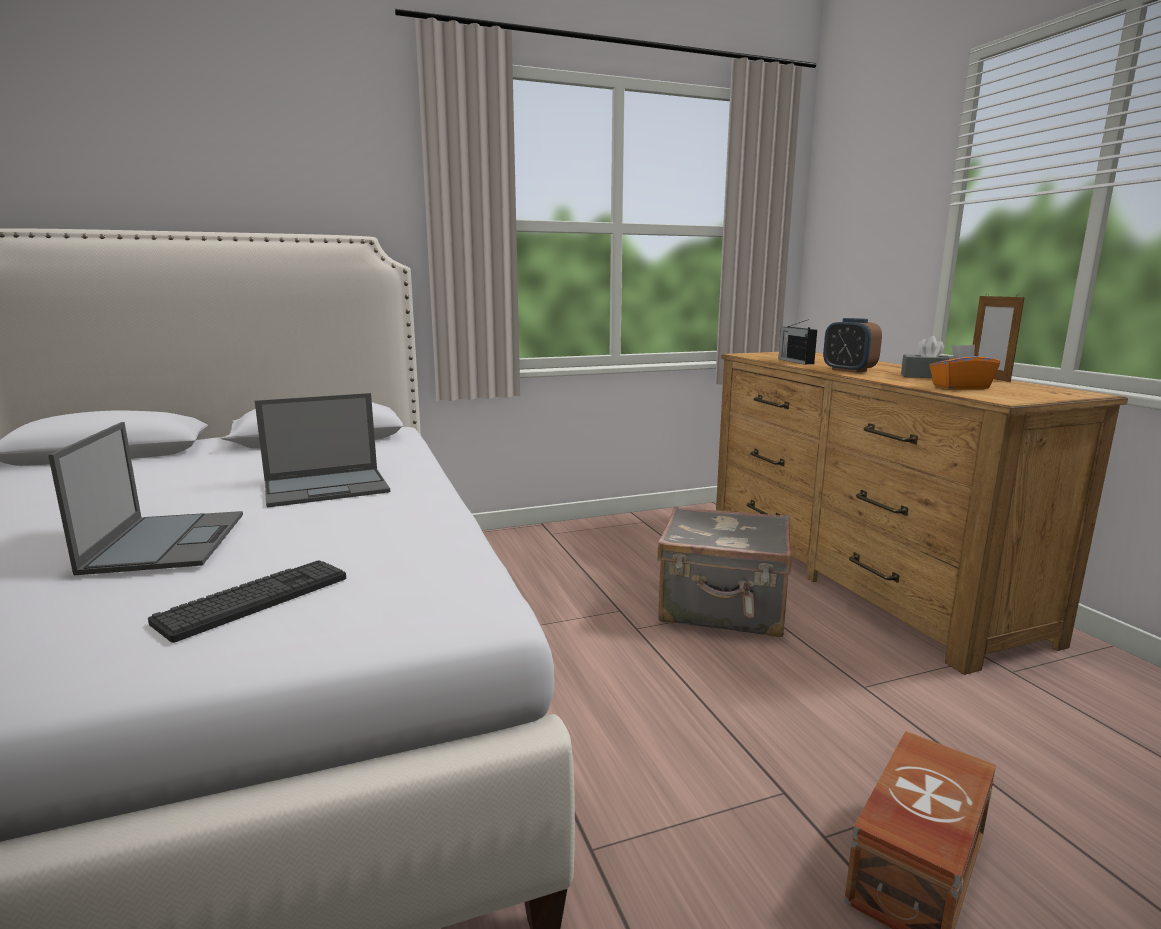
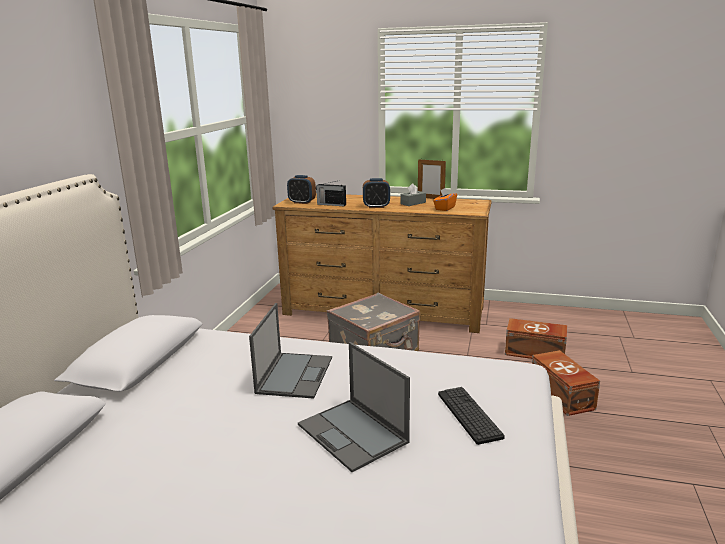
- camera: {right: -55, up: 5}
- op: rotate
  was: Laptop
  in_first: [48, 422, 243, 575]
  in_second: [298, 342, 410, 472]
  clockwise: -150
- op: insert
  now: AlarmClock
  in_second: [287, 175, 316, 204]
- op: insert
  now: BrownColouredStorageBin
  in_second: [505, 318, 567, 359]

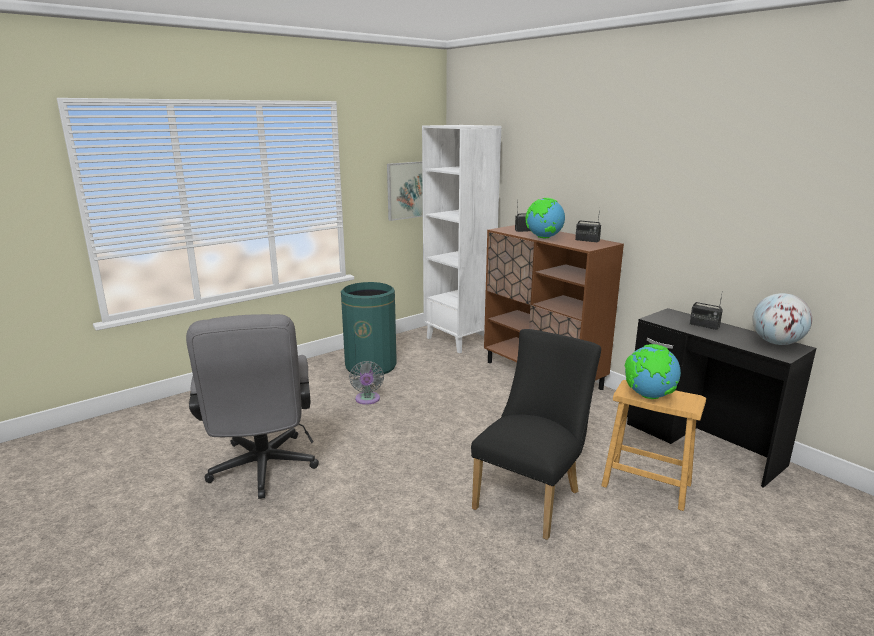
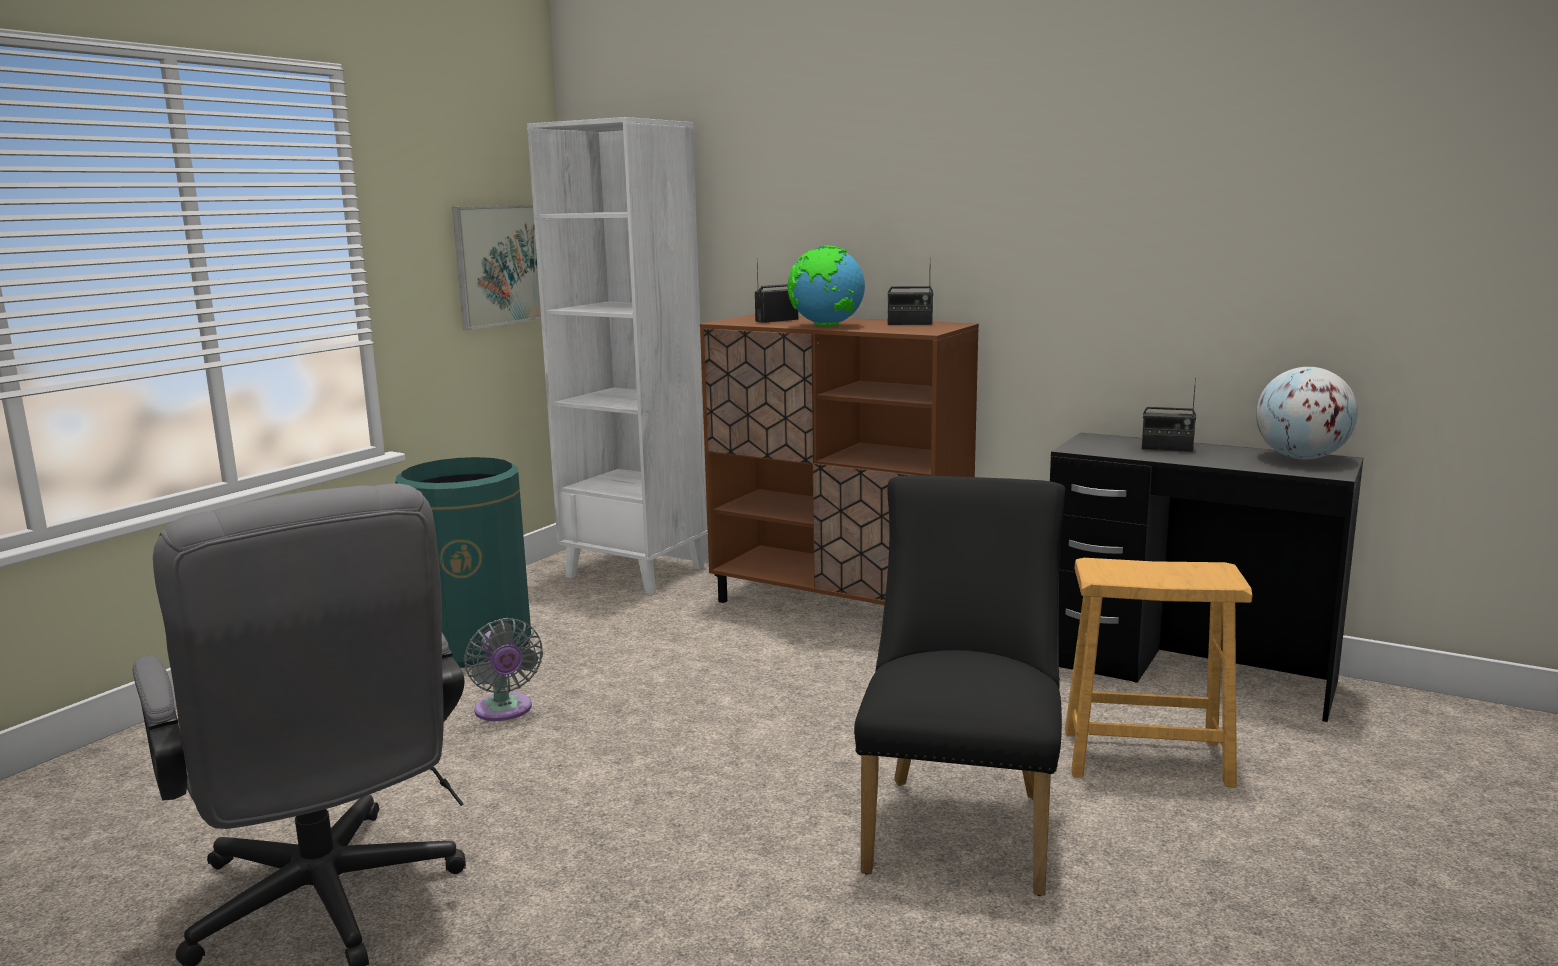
- camera: {right: -20, up: -5}
- op: delete
  was: WorldGlobe
  in_first: [625, 344, 681, 399]

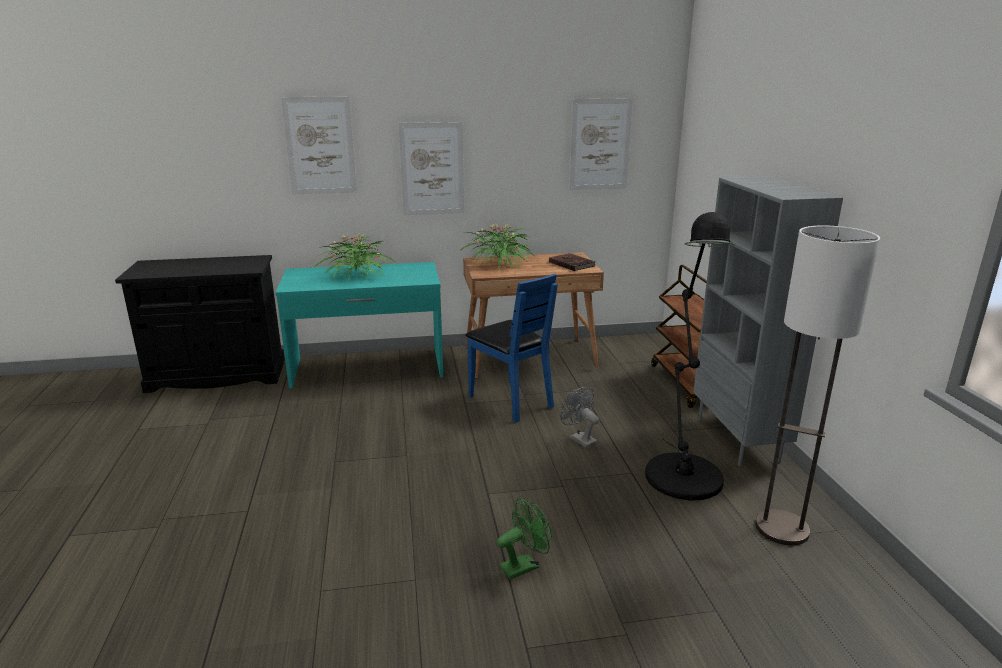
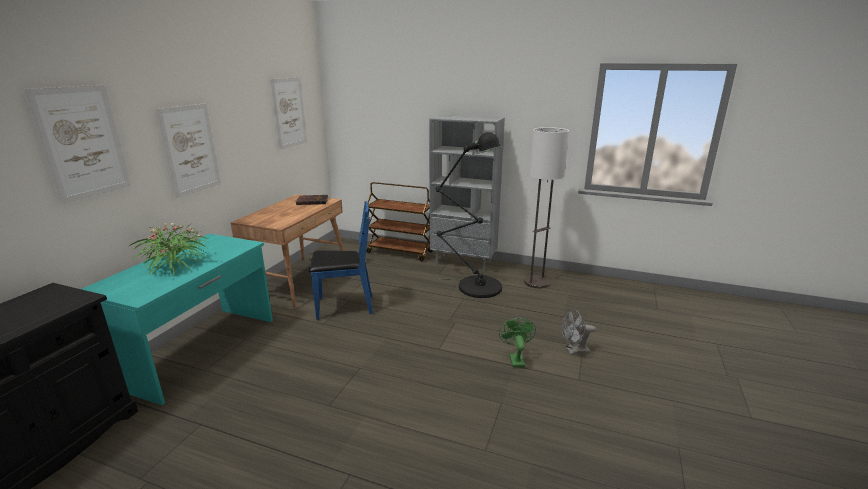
- camera: {right: -60, up: 0}
- op: delete
  was: PottedPlant
  in_first: [461, 224, 535, 269]
- op: move
  was: GreyishCoolingFan
  in_first: [560, 387, 600, 448]
  in_second: [562, 309, 596, 355]

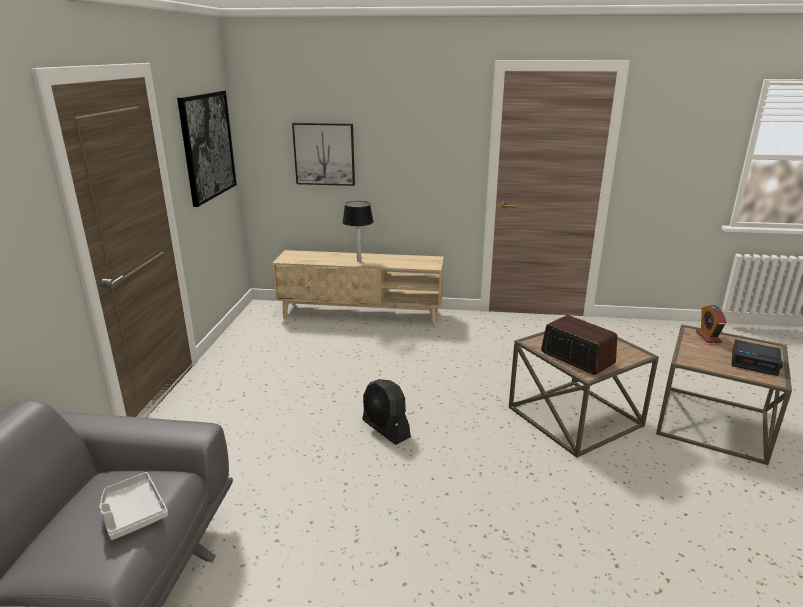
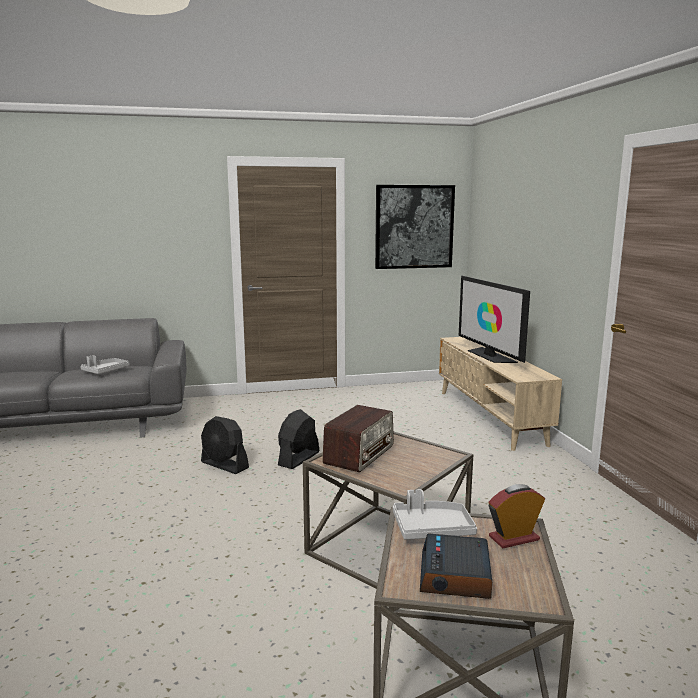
- camera: {right: 70, up: -10}
- op: delete
  was: WallArt
  in_first: [292, 123, 355, 186]
- op: replace
  was: LampForATable
  now: Television
  in_first: [342, 201, 374, 262]
  in_second: [459, 276, 530, 363]
- op: insert
  now: BlackCoolingFan
  in_second: [201, 416, 249, 474]
- op: insert
  now: GreyishCarryingTray
  in_second: [393, 489, 477, 540]

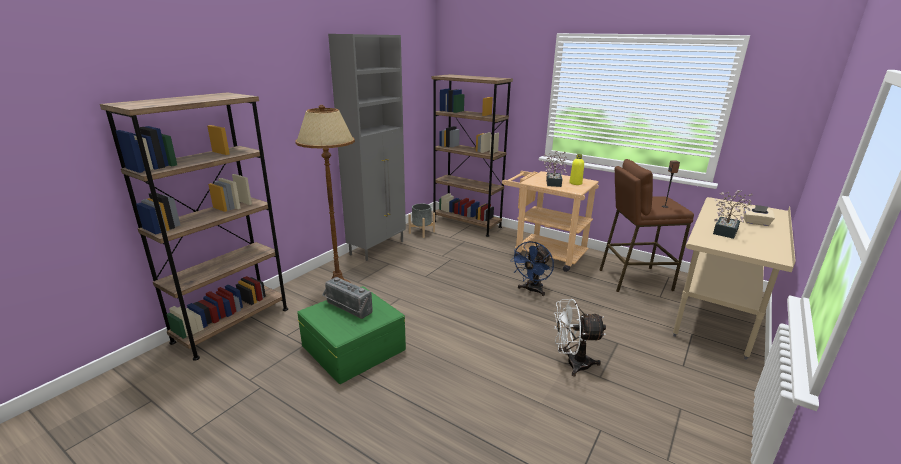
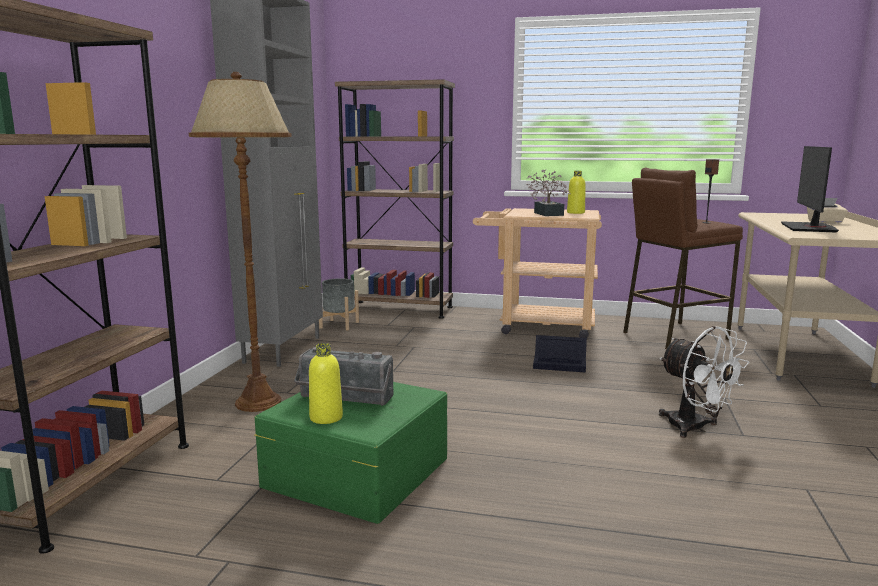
- camera: {right: -20, up: -10}
- op: replace
  was: BlueColouredCoolingFan
  now: BlackStorageBin
  in_first: [510, 241, 554, 296]
  in_second: [533, 335, 587, 373]
- op: rotate
  was: WhitishCoolingFan
  in_first: [554, 299, 606, 377]
  in_second: [659, 326, 750, 438]
  clockwise: -105
- op: replace
  was: PottedPlant
  now: ComputerScreen
  in_first: [713, 190, 753, 239]
  in_second: [781, 146, 839, 233]
- op: insert
  now: YellowishBeverageBottle
  in_second: [309, 343, 343, 424]

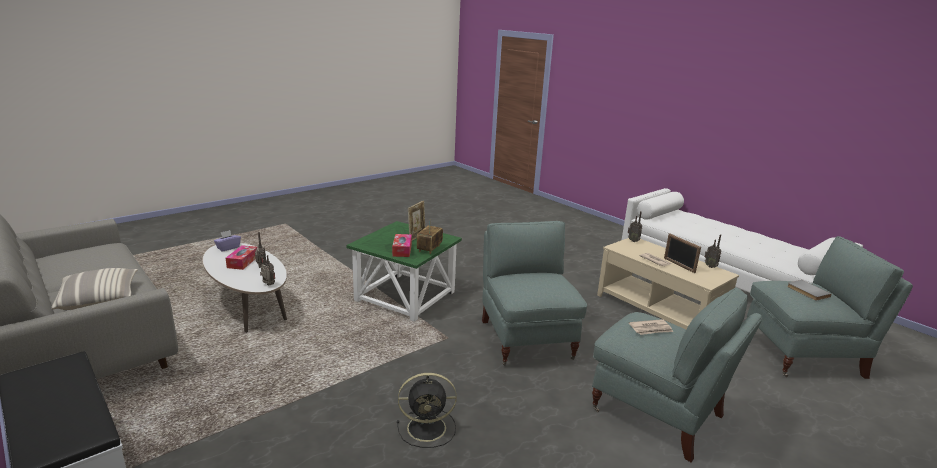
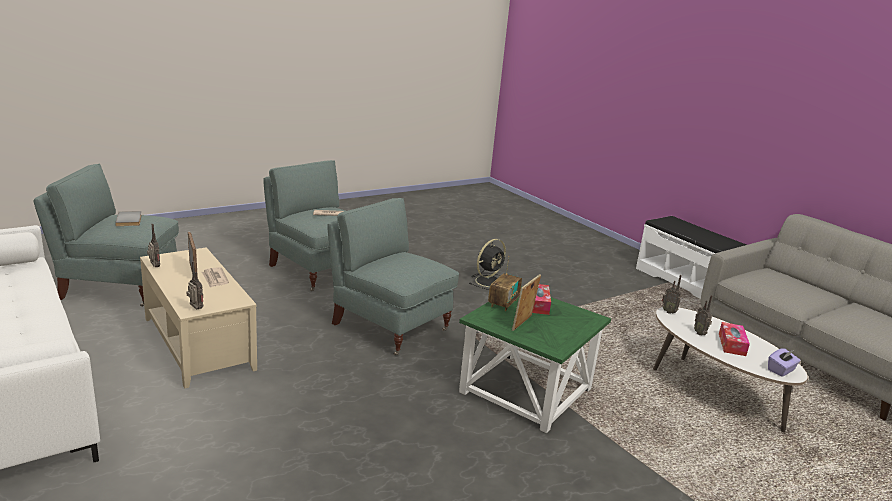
- camera: {right: -175, up: 0}
- op: delete
  was: Cushion
  in_first: [51, 268, 138, 310]
- op: rotate
  was: BlackCoolingFan
  in_first: [397, 373, 457, 448]
  in_second: [469, 239, 506, 290]
  clockwise: 135
- op: rotate
  was: GreyishArmchair
  in_first: [482, 221, 587, 365]
  in_second: [327, 198, 459, 355]
  clockwise: 135

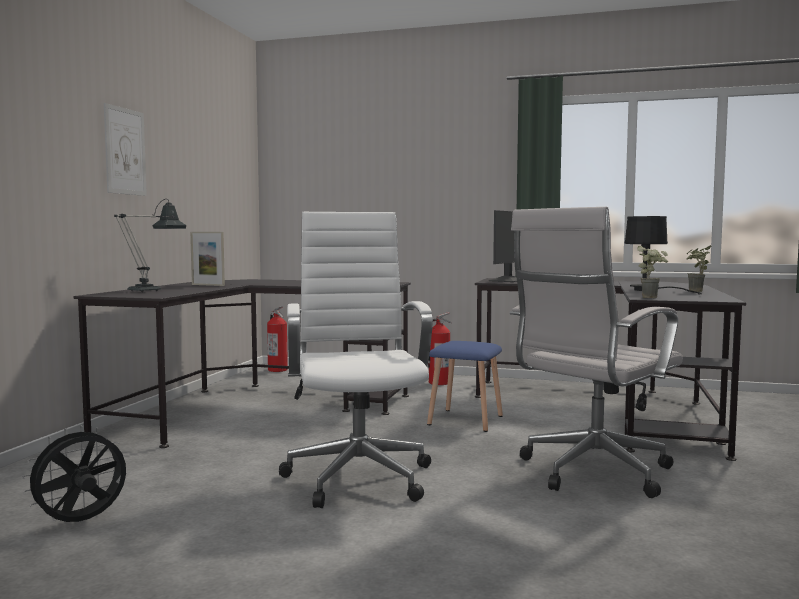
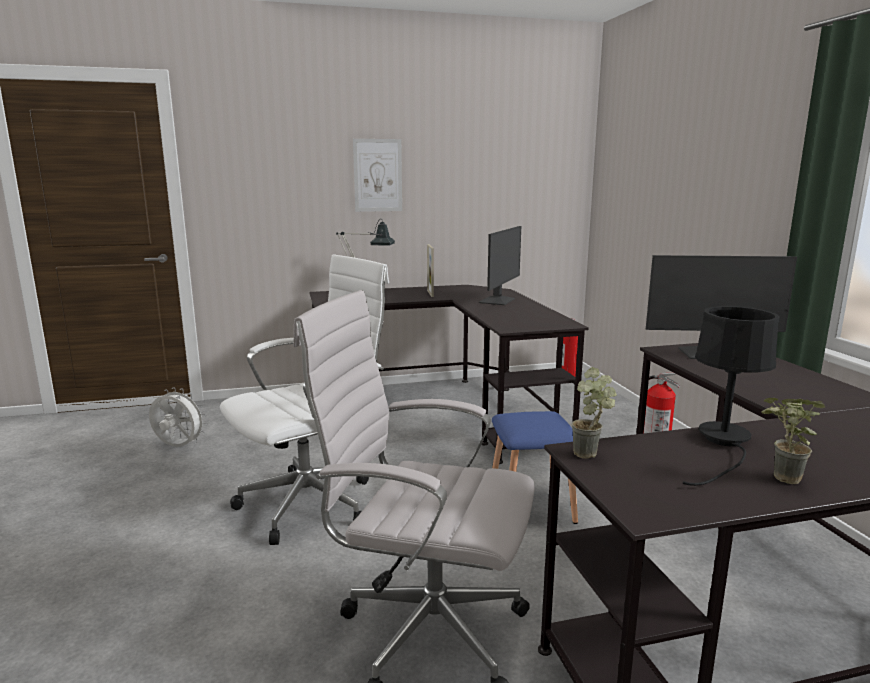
- camera: {right: 60, up: 10}
- op: recolor
  was: BlackCoolingFan
  now: WhitishCoolingFan
  in_first: [22, 425, 126, 522]
  in_second: [149, 387, 207, 447]
- op: insert
  now: ComputerScreen
  in_second: [479, 226, 521, 305]

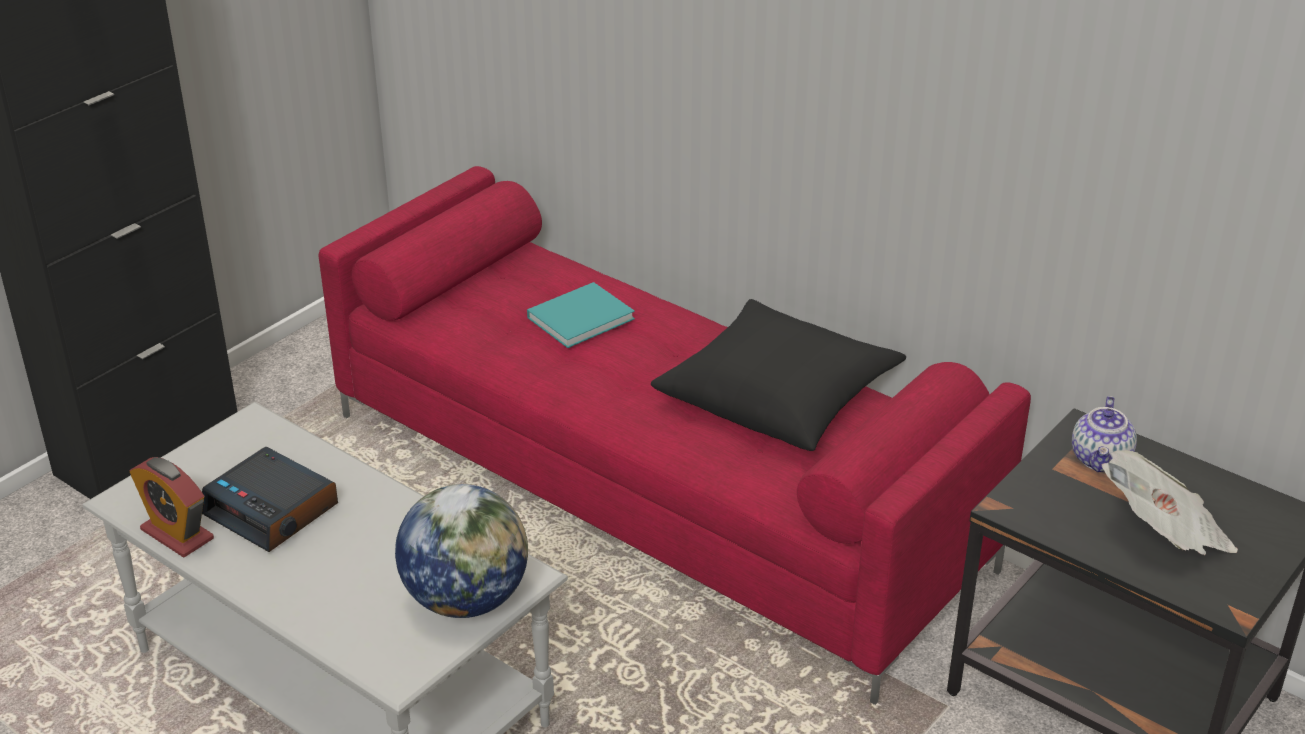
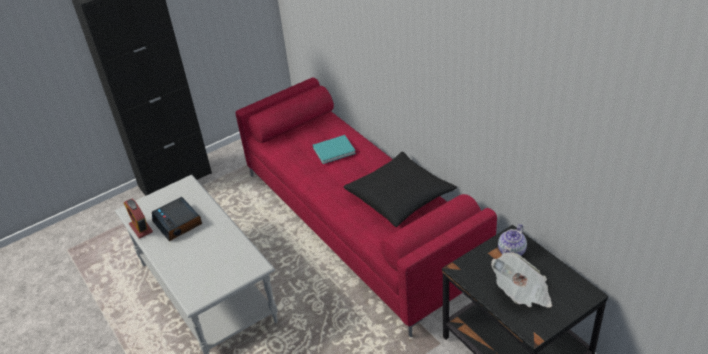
- camera: {right: 20, up: 5}
- op: delete
  was: WorldGlobe
  in_first: [395, 484, 528, 618]

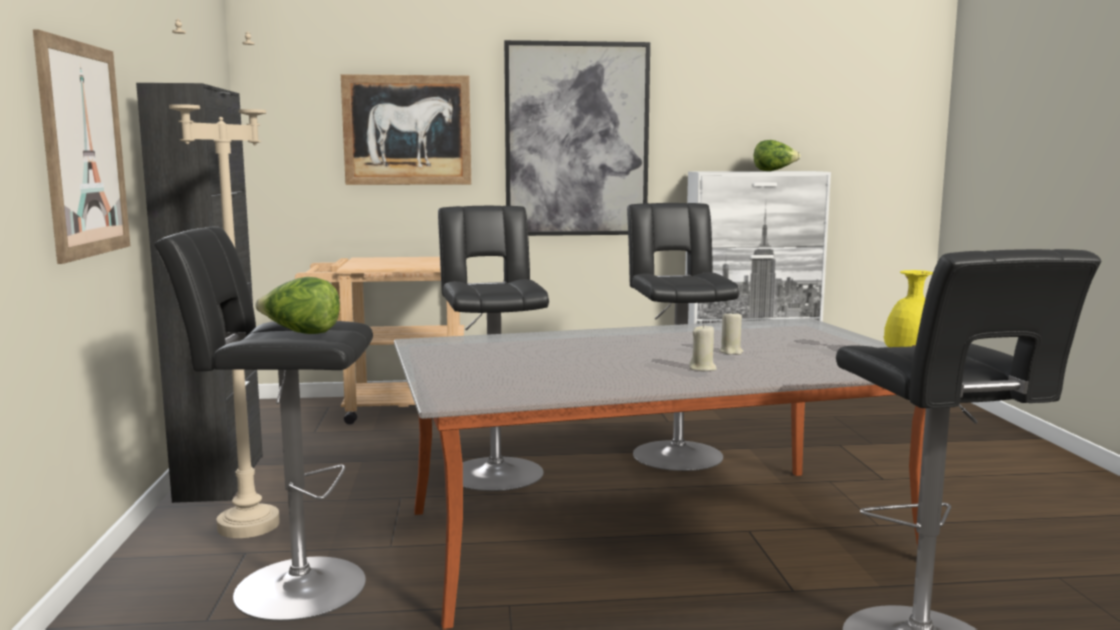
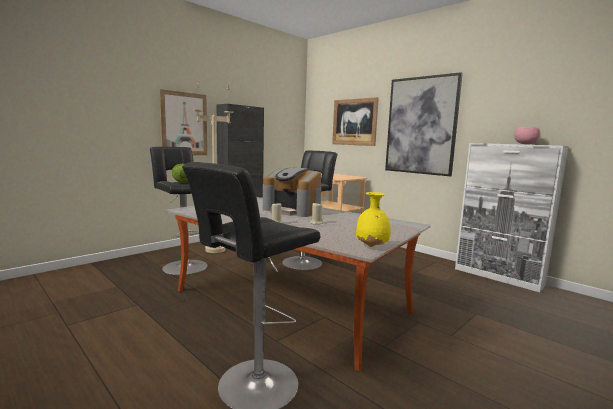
- camera: {right: 50, up: 0}
- op: delete
  was: BlackStool
  in_first: [627, 203, 739, 471]
- op: replace
  was: Lettuce
  now: PinkBowl
  in_first: [753, 140, 801, 171]
  in_second: [514, 127, 541, 144]
- op: insert
  now: CoffeeMachine
  in_second: [263, 168, 321, 217]

